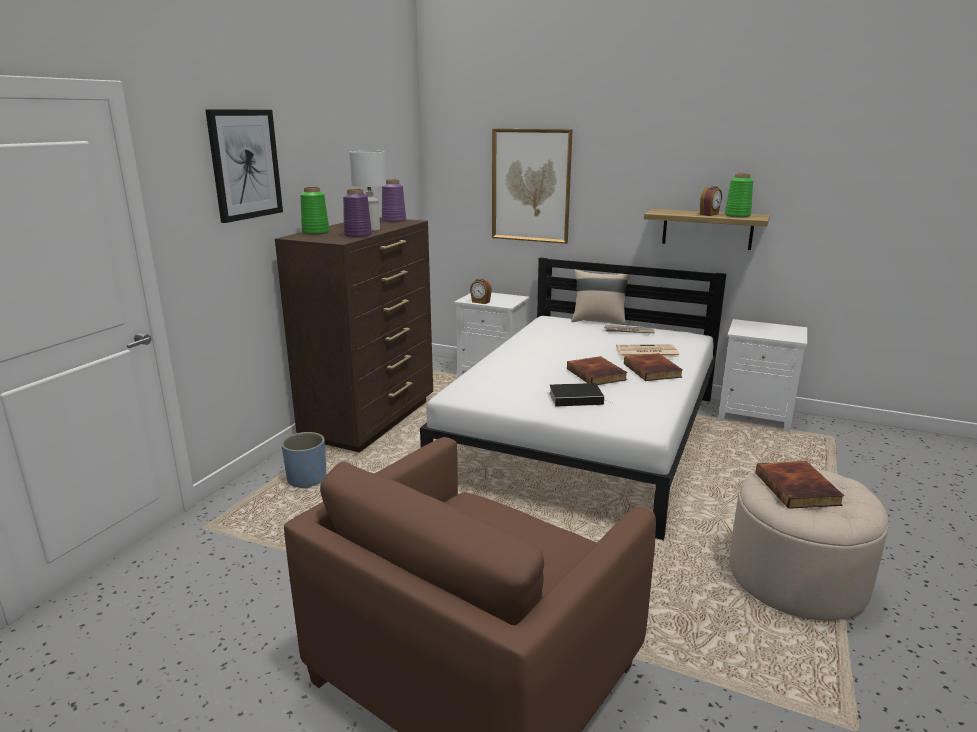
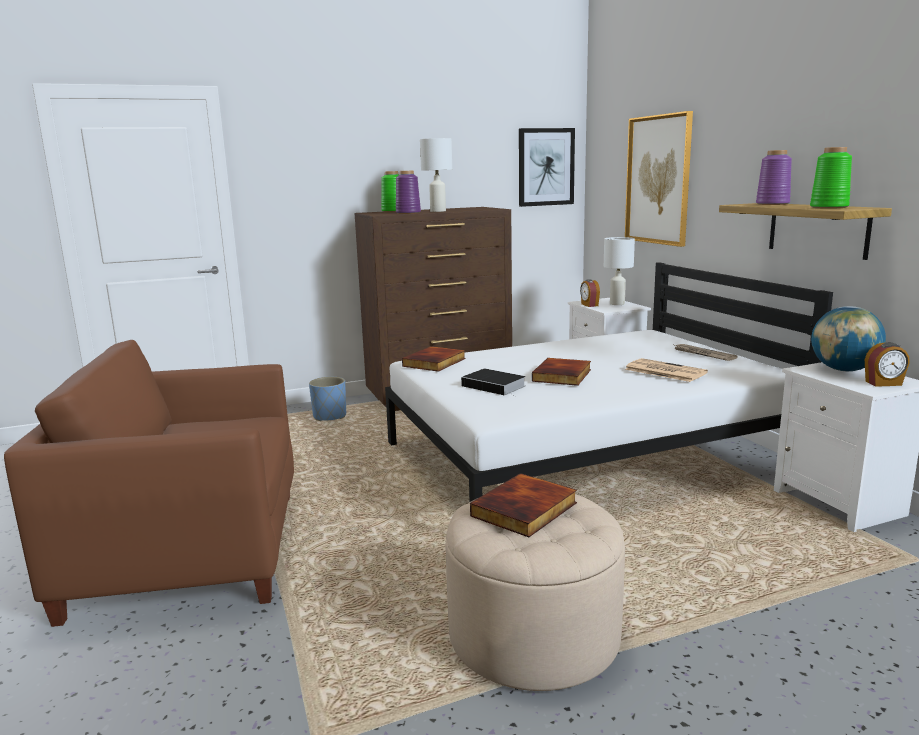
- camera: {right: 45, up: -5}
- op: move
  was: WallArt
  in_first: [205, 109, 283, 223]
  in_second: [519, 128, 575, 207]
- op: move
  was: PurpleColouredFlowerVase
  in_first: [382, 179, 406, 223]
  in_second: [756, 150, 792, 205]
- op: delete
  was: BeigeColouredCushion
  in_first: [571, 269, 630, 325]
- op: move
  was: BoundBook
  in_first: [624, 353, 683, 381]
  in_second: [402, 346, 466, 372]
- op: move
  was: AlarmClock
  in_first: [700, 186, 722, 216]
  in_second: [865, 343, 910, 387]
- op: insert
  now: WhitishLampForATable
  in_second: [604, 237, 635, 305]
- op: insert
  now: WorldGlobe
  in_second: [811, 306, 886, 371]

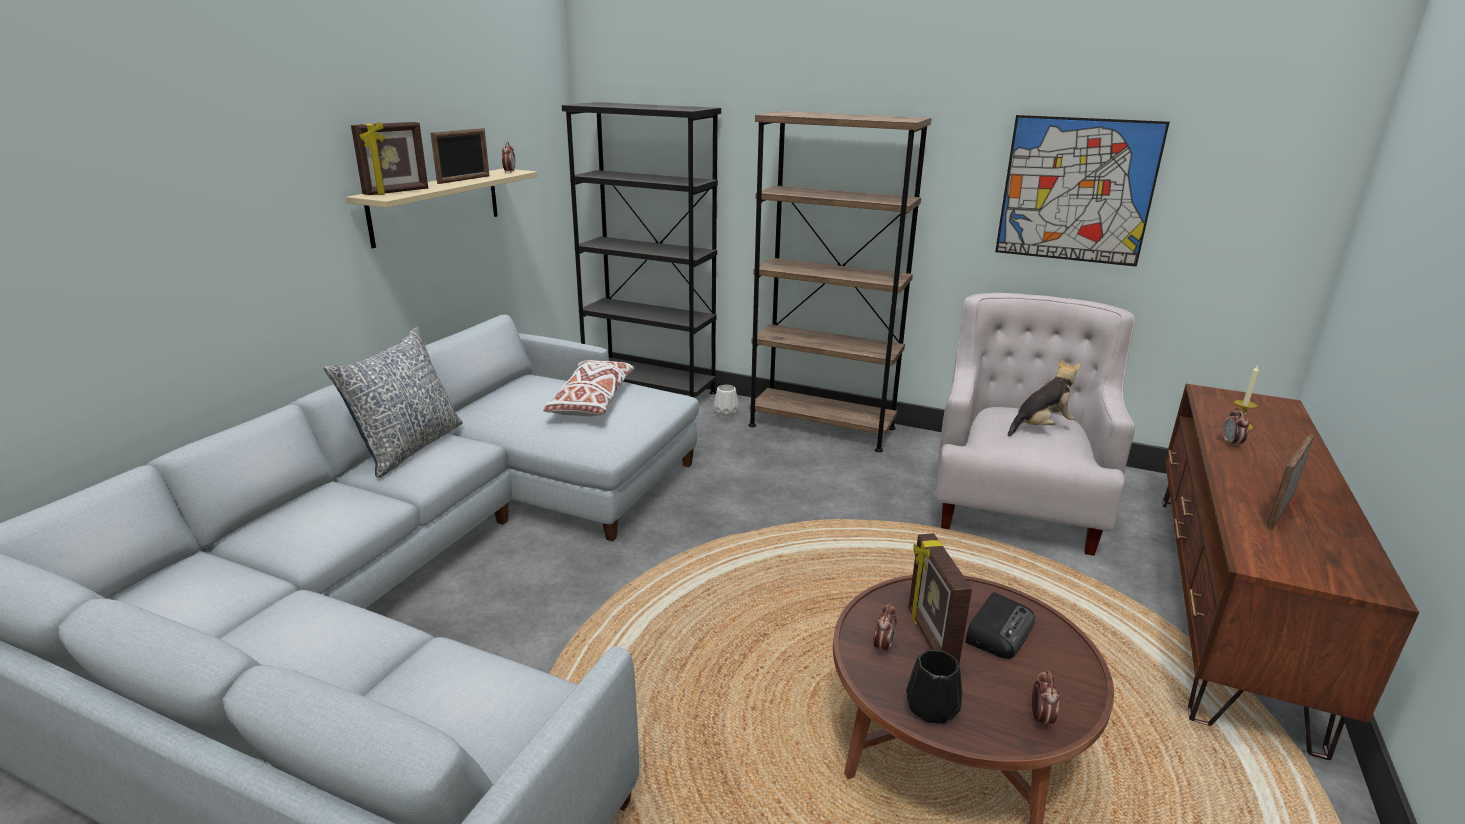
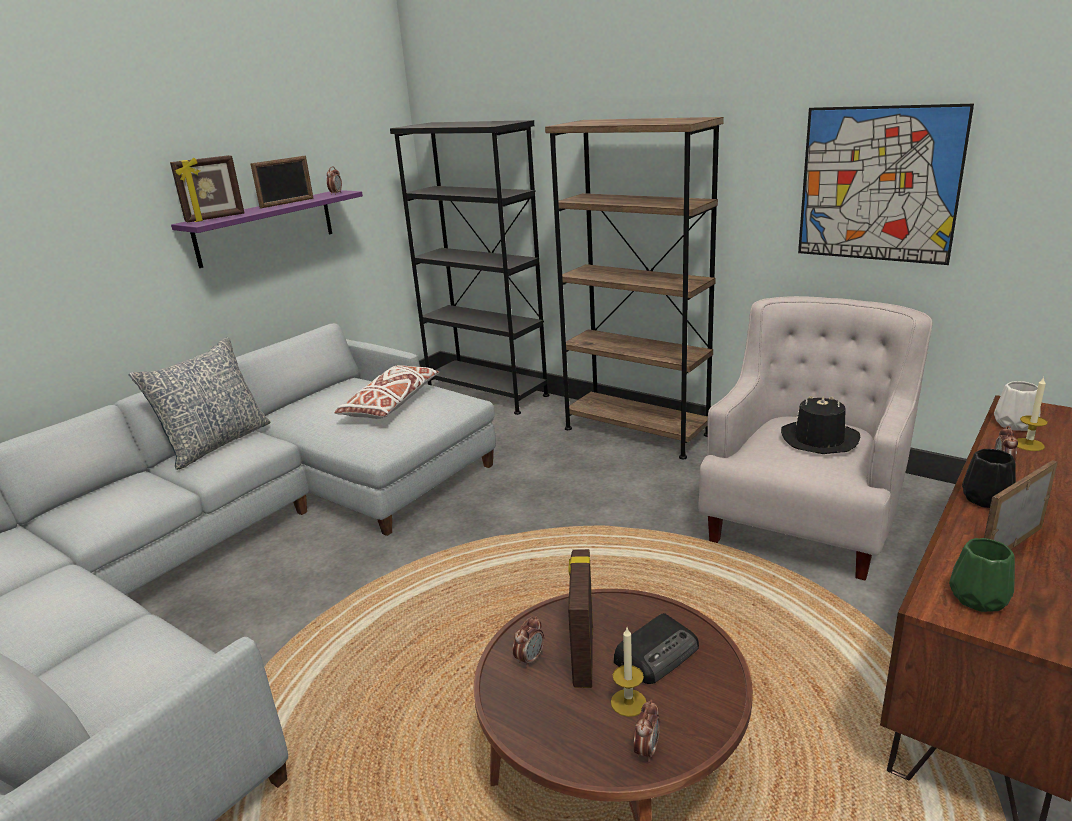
- camera: {right: 15, up: 0}
- op: recolor
  was: BeigeColouredWallShelf
  now: PurpleColouredWallShelf
  in_first: [346, 168, 538, 248]
  in_second: [171, 190, 363, 268]
- op: move
  was: WhitishFlowerVase
  in_first: [714, 385, 739, 416]
  in_second: [994, 381, 1041, 431]
- op: move
  was: BlackFlowerVase
  in_first: [906, 650, 962, 724]
  in_second: [962, 449, 1016, 508]
- op: replace
  was: PlushToy
  now: BlackHat
  in_first: [1008, 359, 1081, 436]
  in_second: [781, 396, 860, 454]
- op: insert
  now: WaxCandle
  in_second: [611, 628, 646, 717]
- op: insert
  now: GreenishFlowerVase
  in_second: [949, 538, 1015, 612]

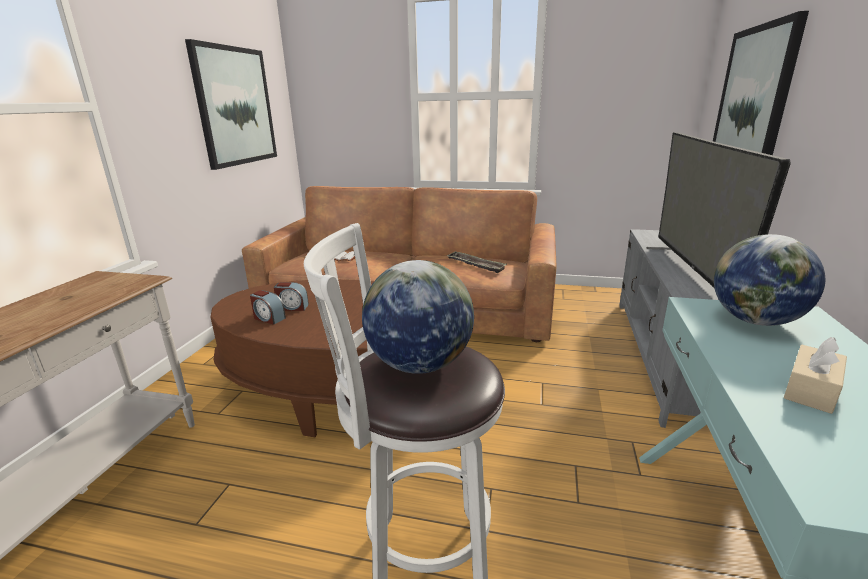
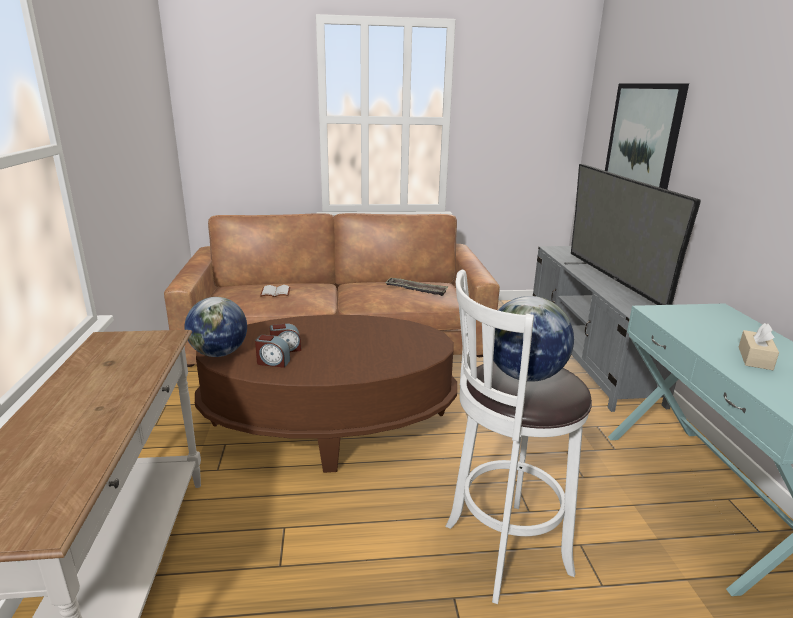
- camera: {right: -20, up: 0}
- op: delete
  was: WallArt
  in_first: [185, 39, 277, 170]
- op: move
  was: WorldGlobe
  in_first: [714, 234, 825, 326]
  in_second: [184, 297, 247, 357]

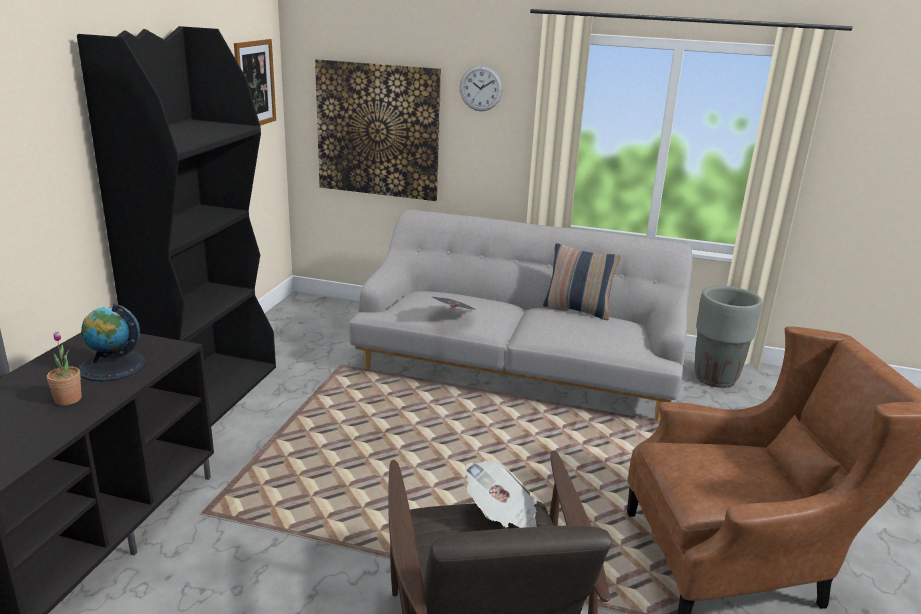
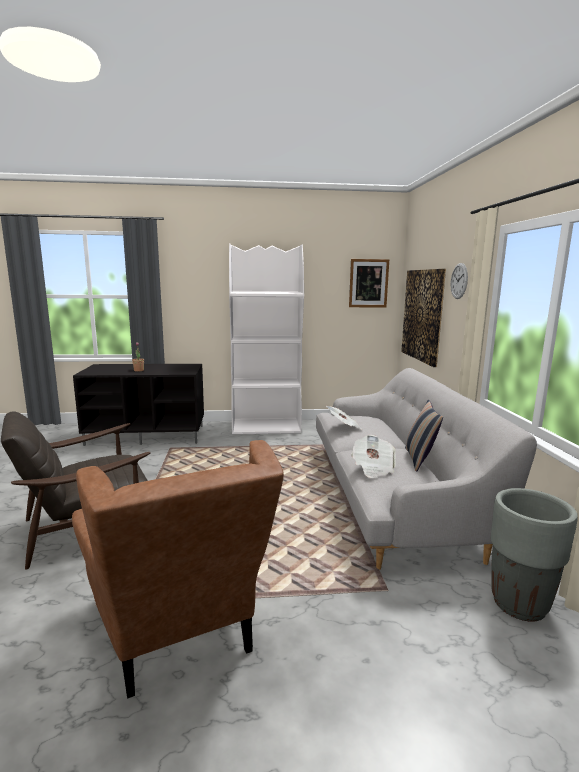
- camera: {right: 70, up: -10}
- op: recolor
  was: BlackBookcase
  now: WhitishBookcase
  in_first: [77, 26, 276, 427]
  in_second: [229, 243, 304, 435]
- op: delete
  was: WorldGlobe
  in_first: [79, 303, 146, 382]
- op: move
  was: DailyPaper
  in_first: [465, 460, 537, 528]
  in_second: [351, 435, 396, 478]

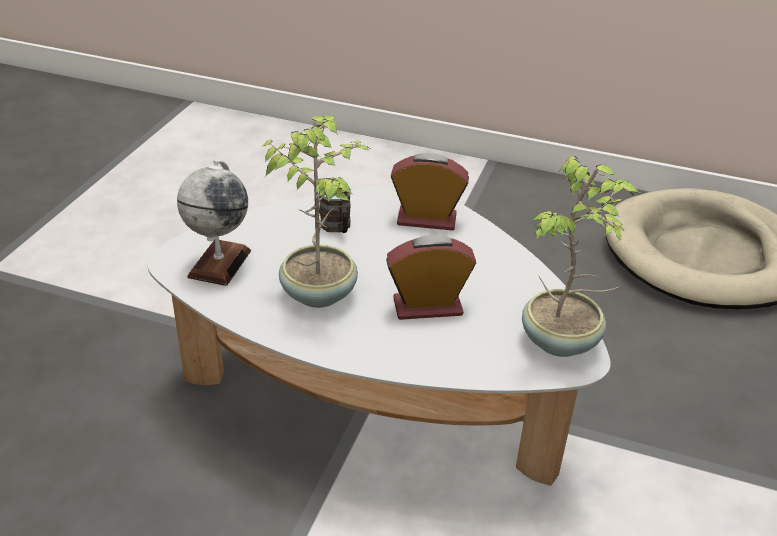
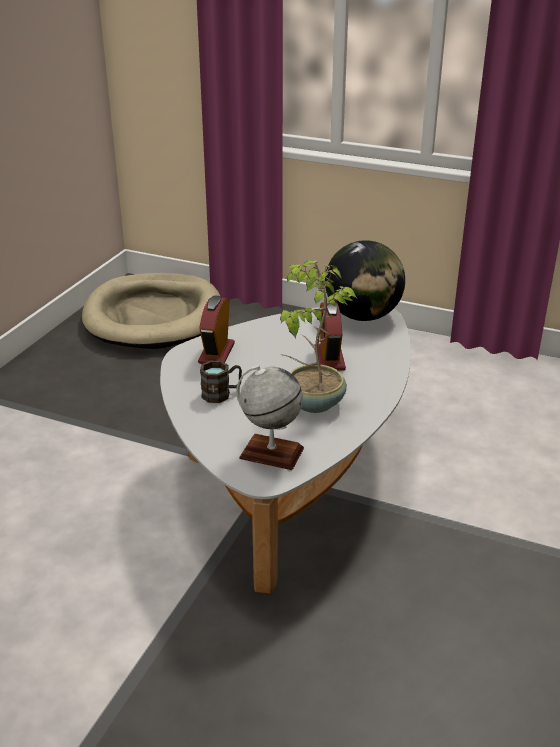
- camera: {right: -85, up: -5}
- op: replace
  was: PottedPlant
  now: WorldGlobe
  in_first: [522, 156, 640, 357]
  in_second: [325, 240, 405, 321]

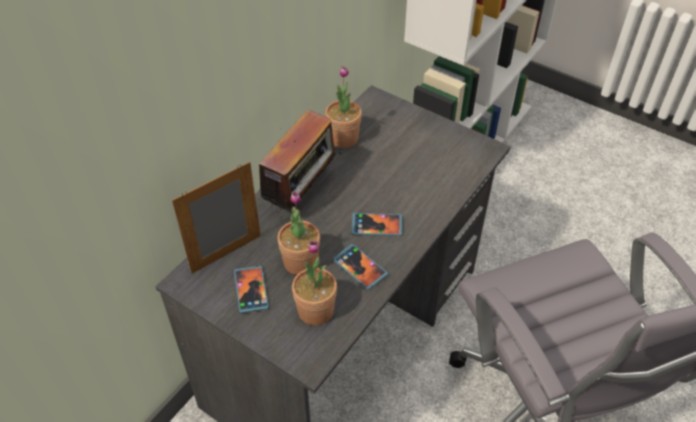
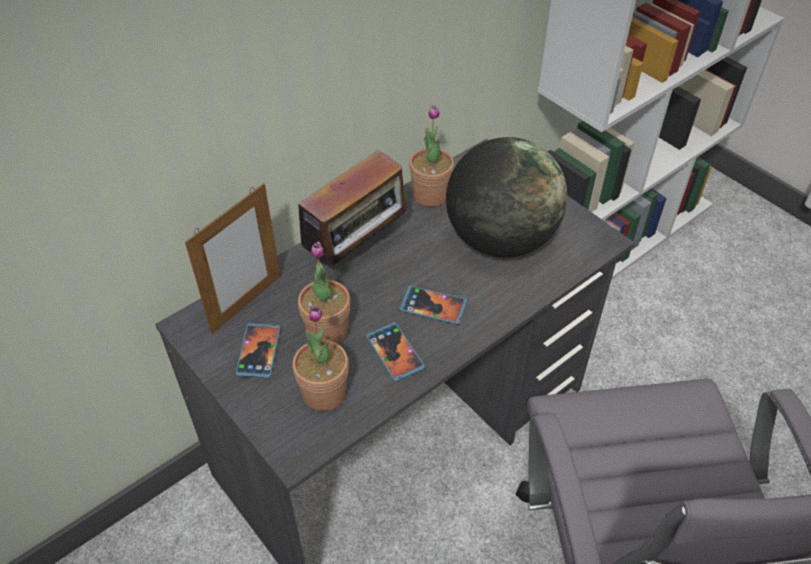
- camera: {right: 15, up: 0}
- op: rotate
  was: PictureFrame
  in_first: [172, 162, 261, 274]
  in_second: [185, 183, 281, 334]
  clockwise: 150
- op: insert
  now: WorldGlobe
  in_second: [446, 137, 567, 258]

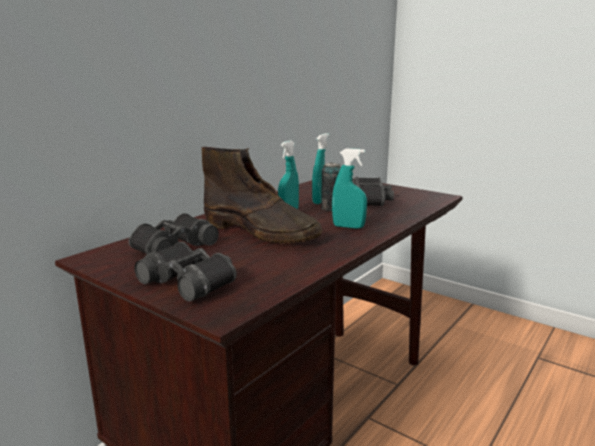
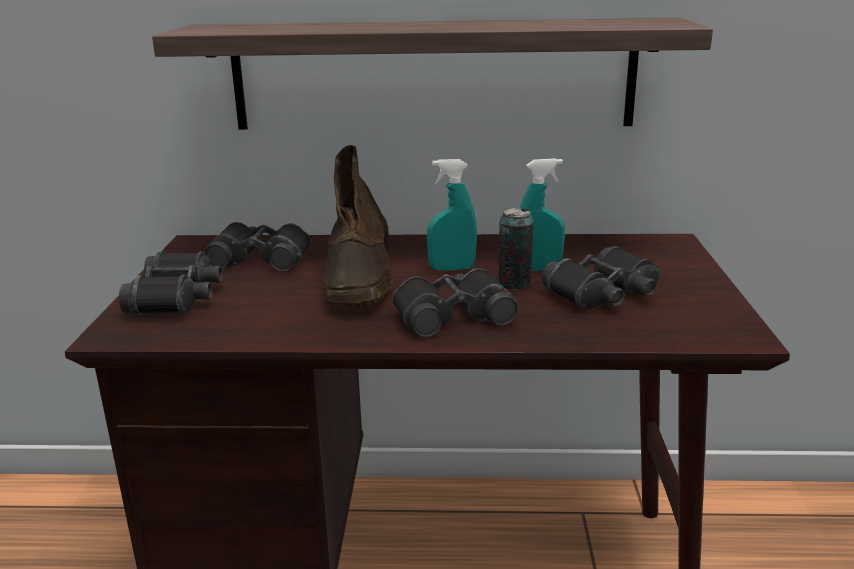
- camera: {right: 55, up: 5}
- op: replace
  was: TurquoiseColouredSprayBottle
  now: BlackFieldGlasses
  in_first: [332, 148, 367, 229]
  in_second: [392, 268, 517, 337]
- op: insert
  now: WallShelf
  in_second: [152, 18, 713, 130]

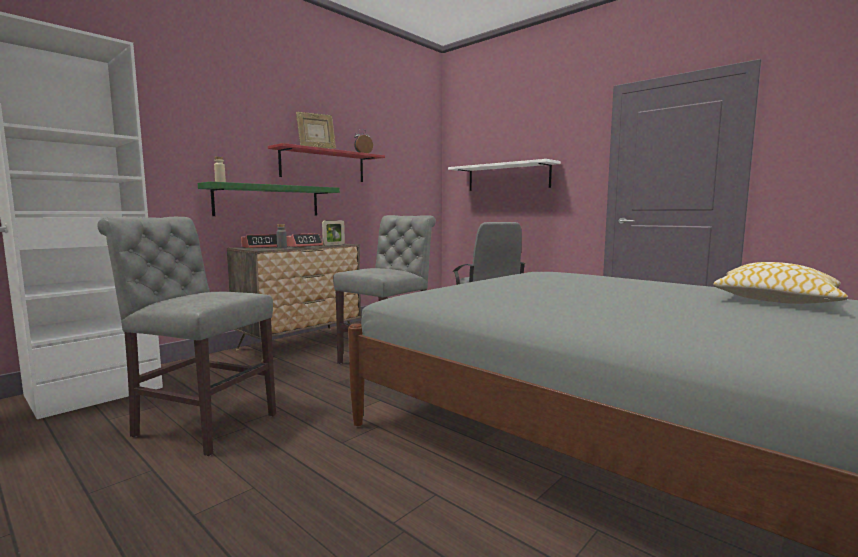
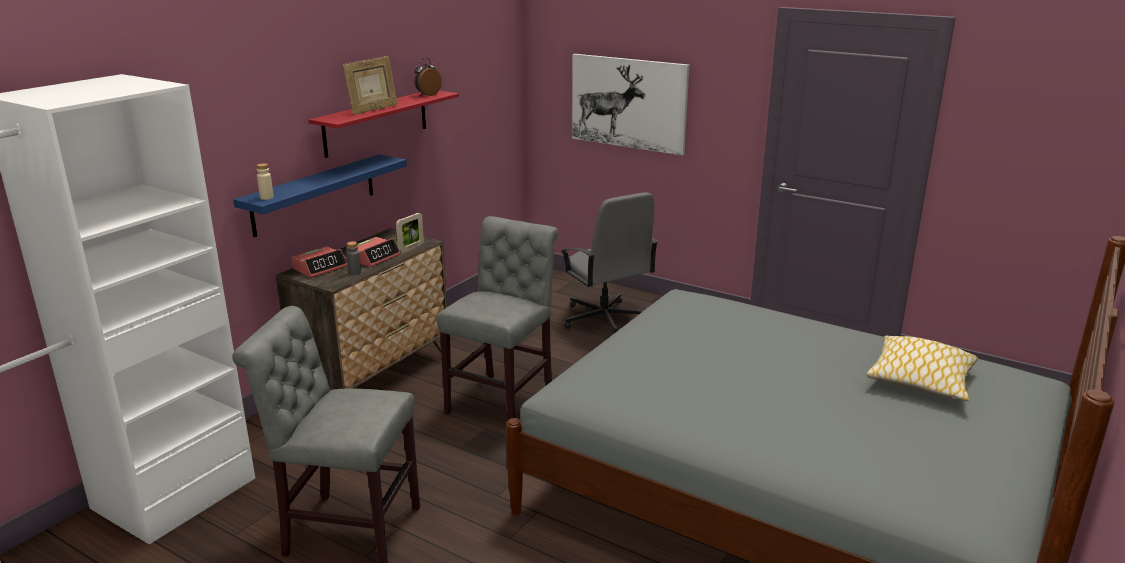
- camera: {right: -10, up: 15}
- op: recolor
  was: GreenishWallShelf
  now: BlueColouredWallShelf
  in_first: [198, 182, 340, 216]
  in_second: [233, 154, 407, 237]
- op: replace
  was: WhitishWallShelf
  now: WallArt
  in_first: [448, 159, 561, 191]
  in_second: [572, 54, 689, 155]

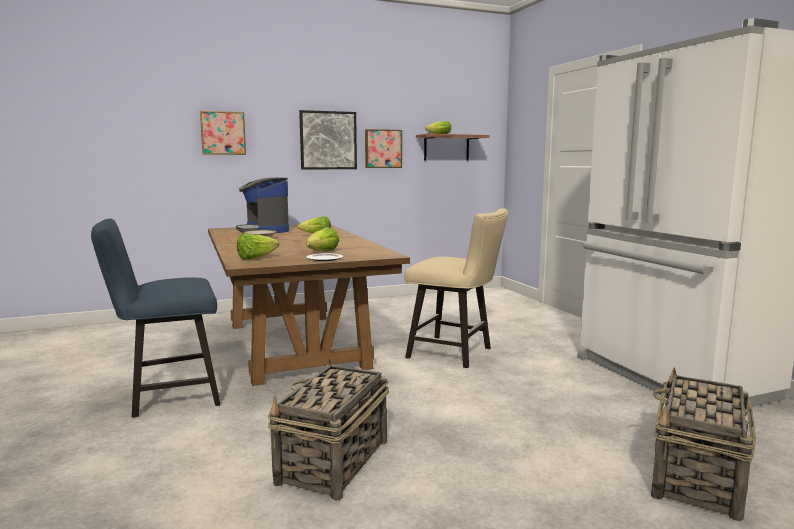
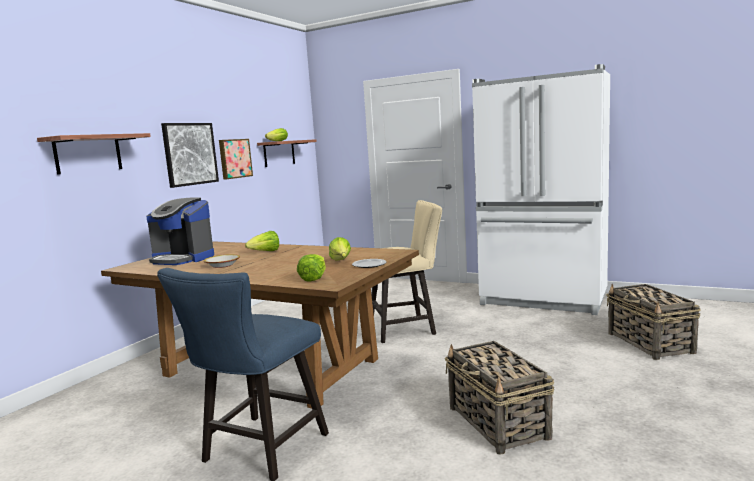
- camera: {right: -40, up: 0}
- op: replace
  was: WallArt
  now: WallShelf
  in_first: [200, 111, 246, 155]
  in_second: [37, 133, 151, 175]

